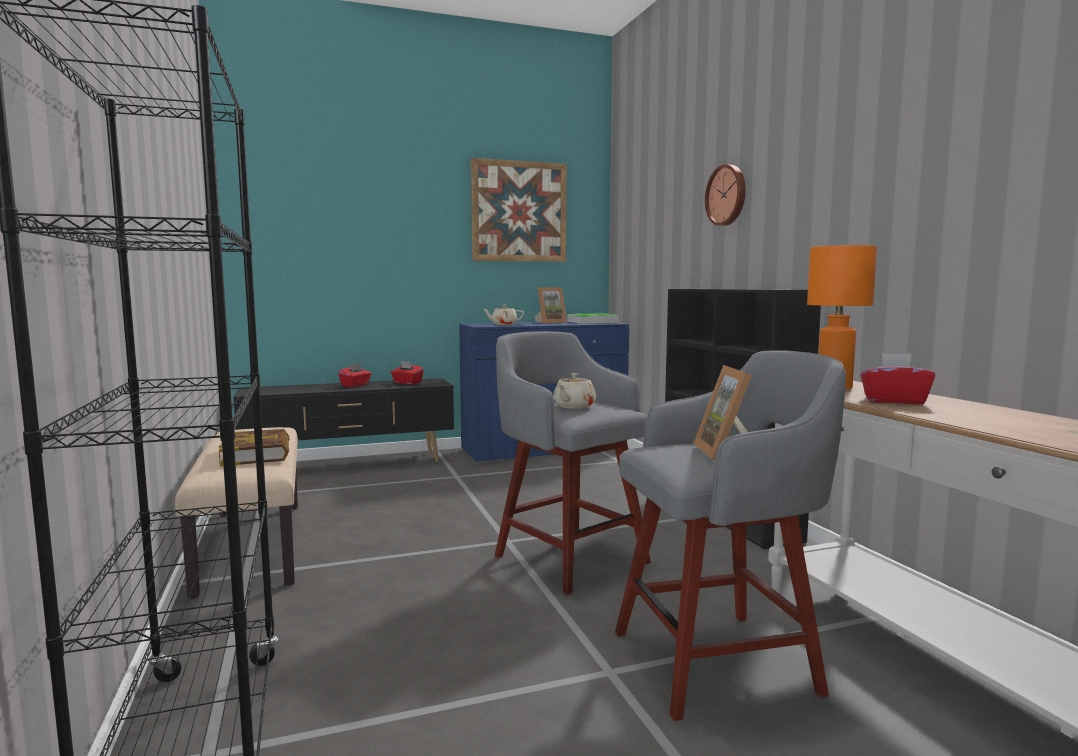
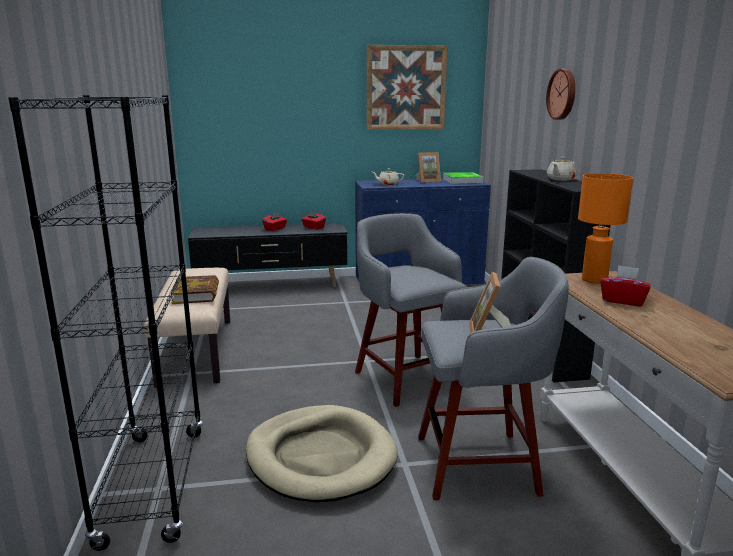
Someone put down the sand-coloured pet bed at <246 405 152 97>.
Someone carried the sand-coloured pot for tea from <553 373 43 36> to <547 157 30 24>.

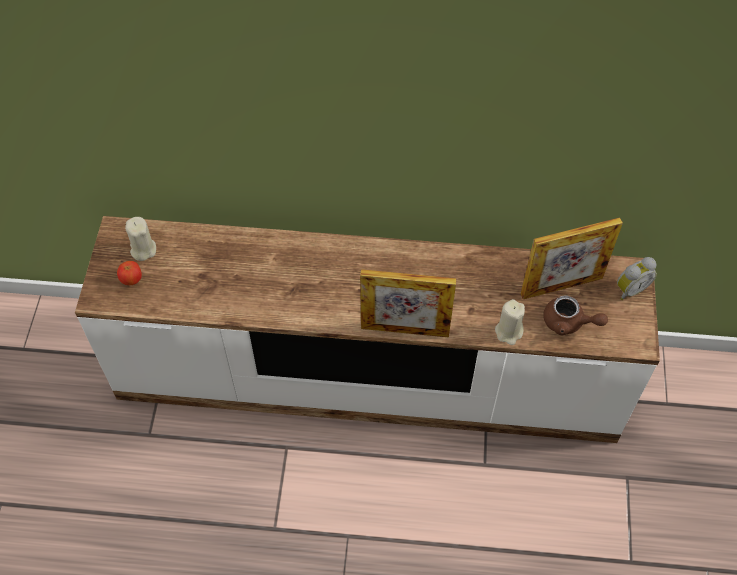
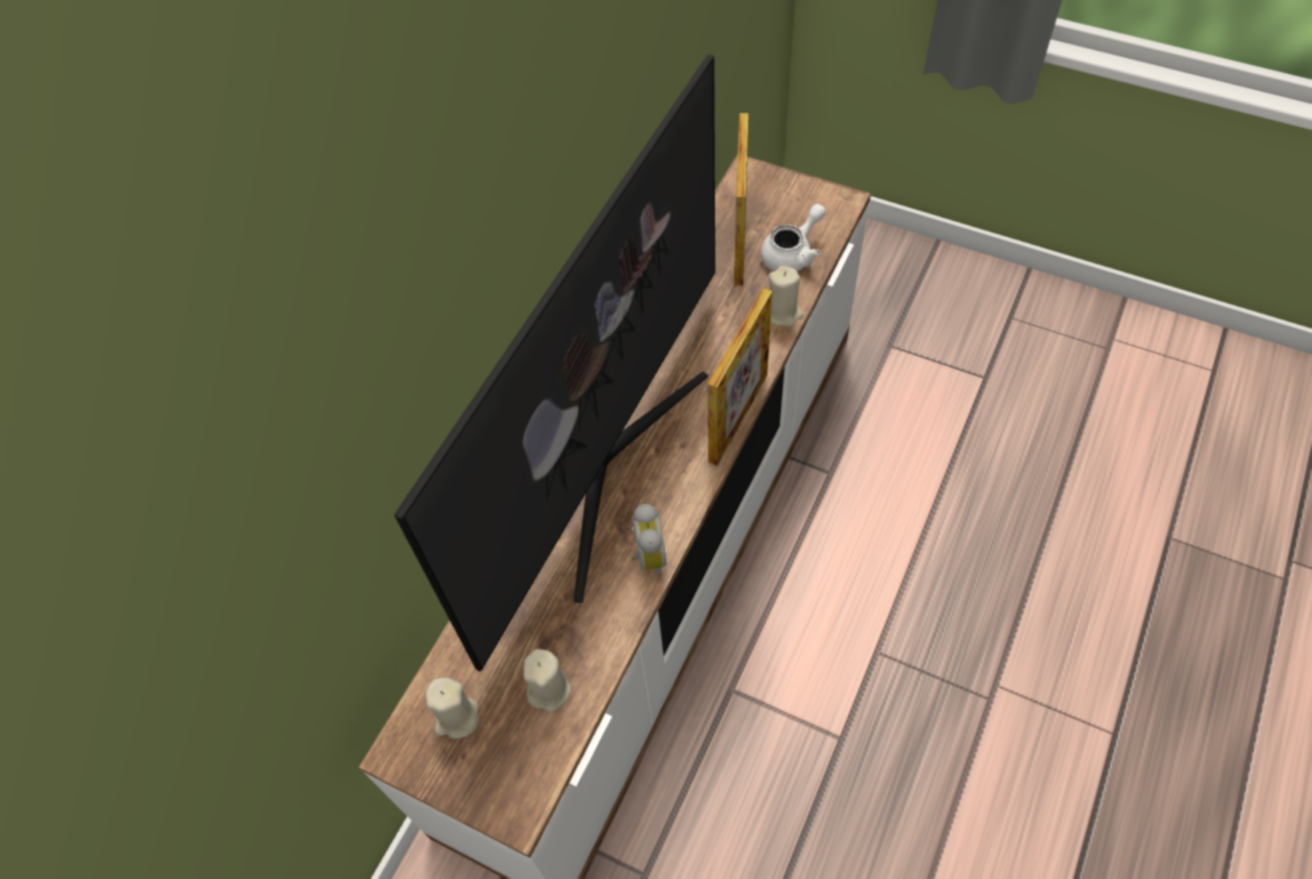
Someone took away the apple fruit at <117 261 25 24>.
Someone put down the television at <394 55 321 617>.
Someone put down the sand-coloured wax light at <524 649 47 63>.
Someone carried the alarm clock from <617 257 40 43> to <632 504 35 73>.
Someone repainted the brown pot for tea at <543 296 65 40>, which became the white pot for tea at <761 204 65 67>.

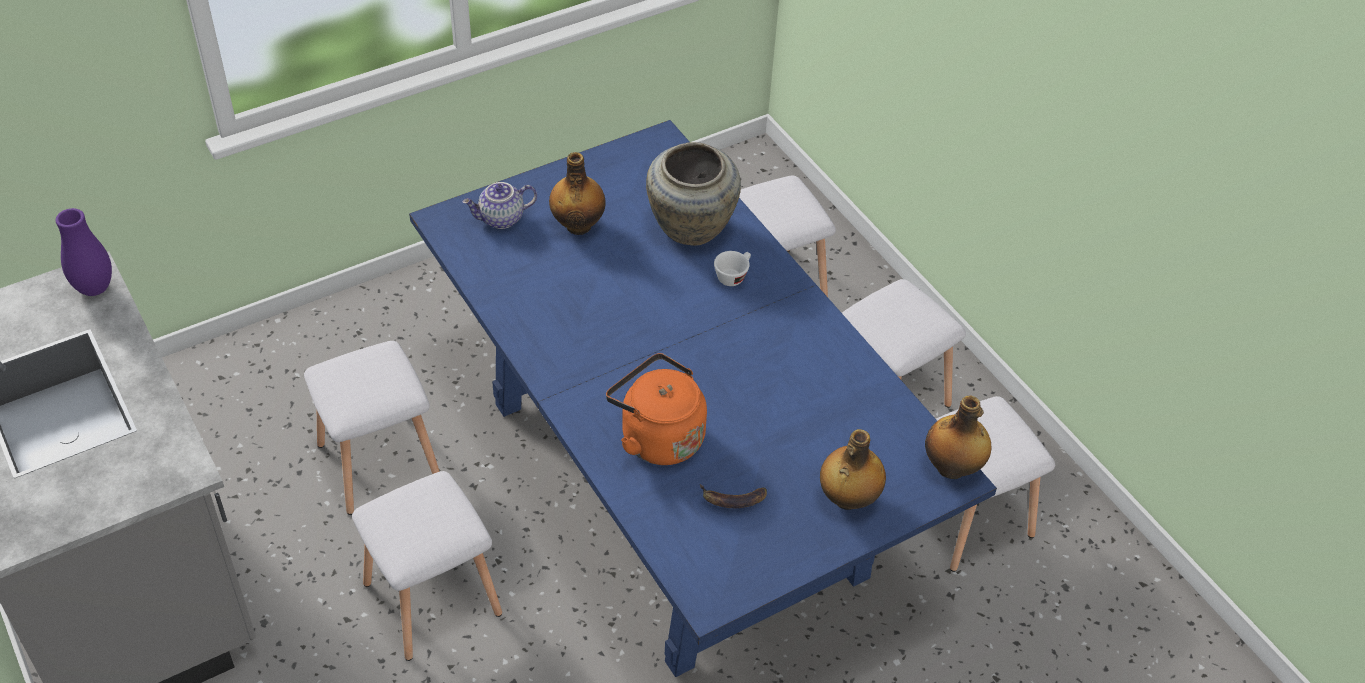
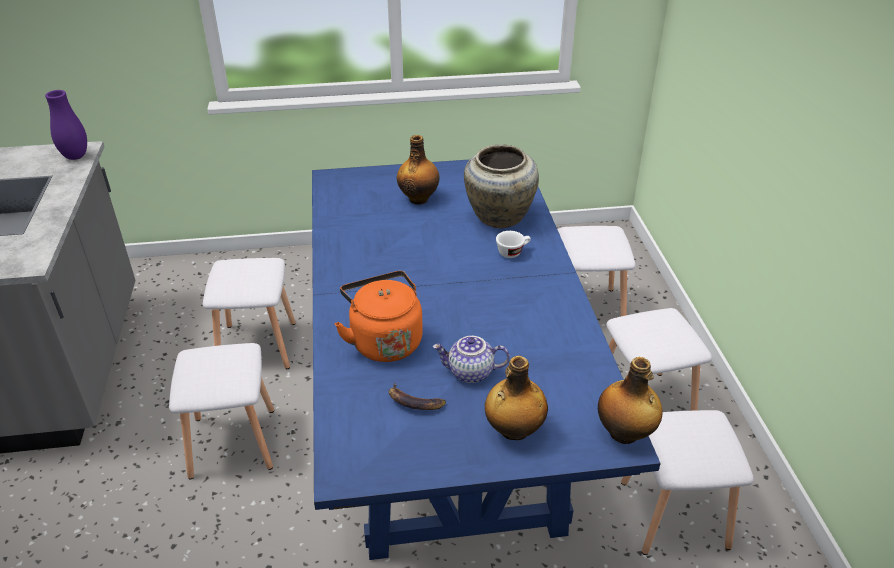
Someone carried the pot for tea from <462 182 75 47> to <432 336 78 47>.

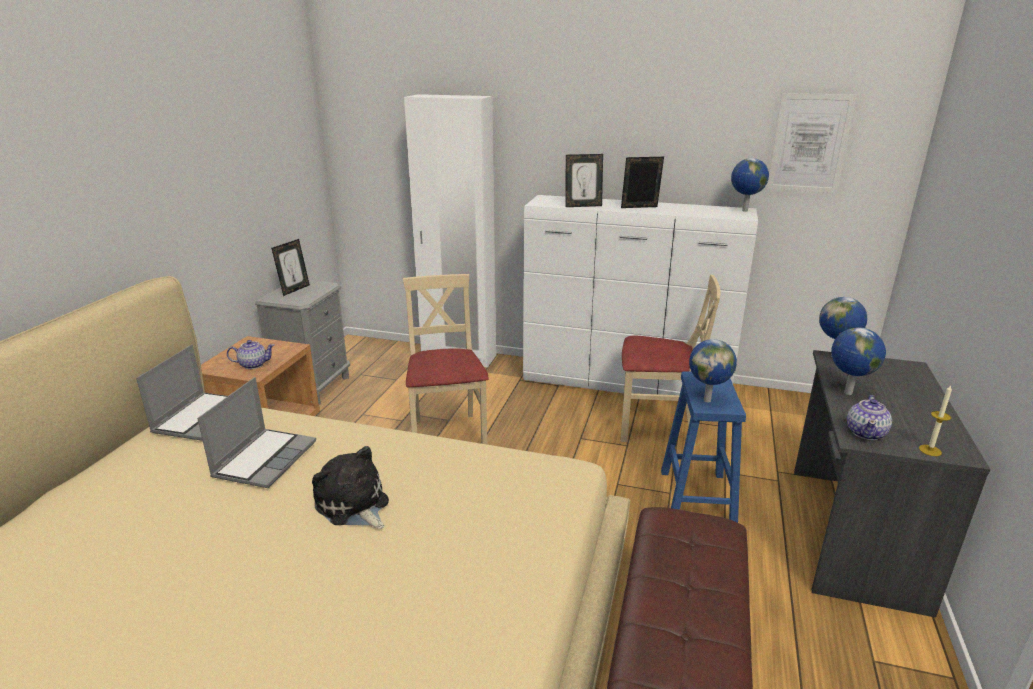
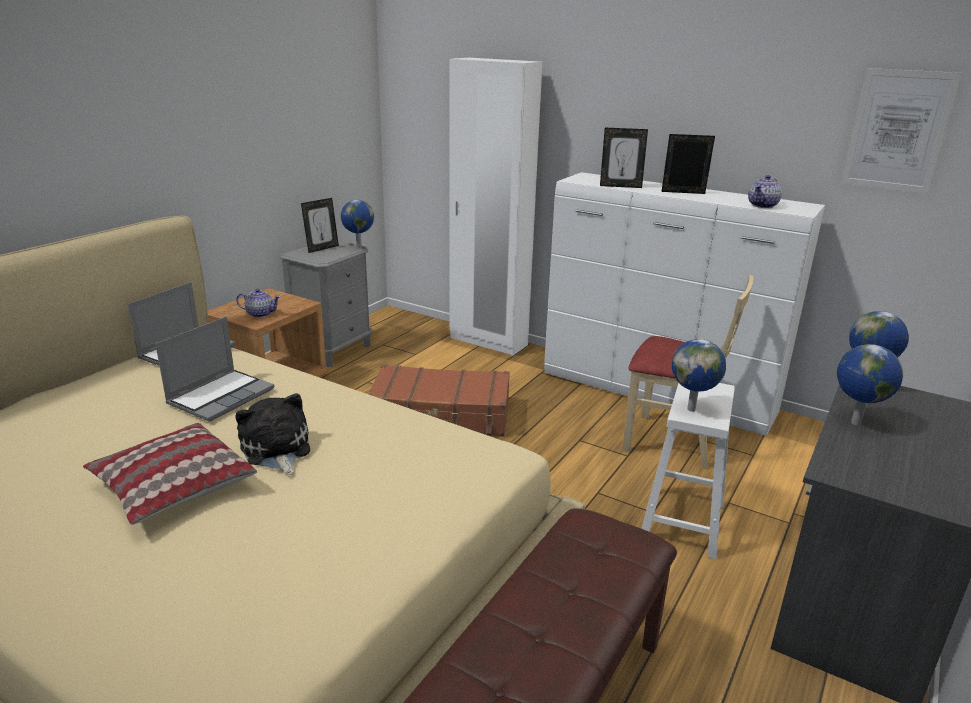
Someone took away the wax light at <919 385 33 71>.
Someone put down the pillow at <83 423 174 102>.
Someone carried the world globe from <731 158 38 54> to <341 200 33 48>.
Someone carried the pot for tea from <847 395 45 45> to <748 175 34 33>.
Someone swapped the sand-coloured plain chair at <403 274 86 170> for the brown suitcase at <369 364 141 73>.
Someone repainted the blue-coloured stool seat at <661 371 85 152>, which became the white stool seat at <641 383 94 176>.

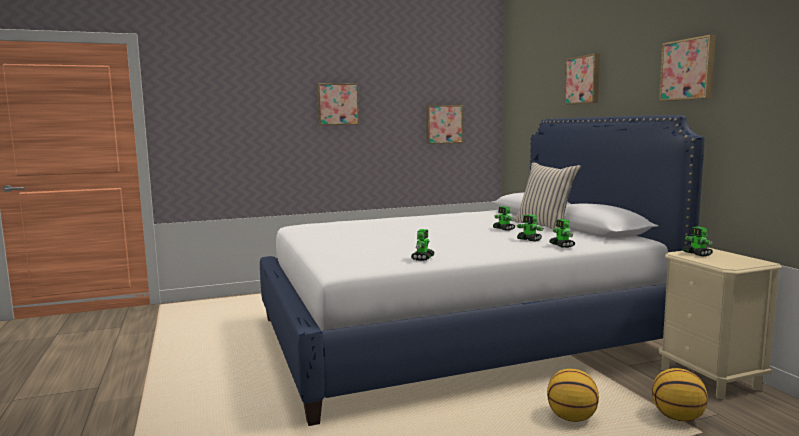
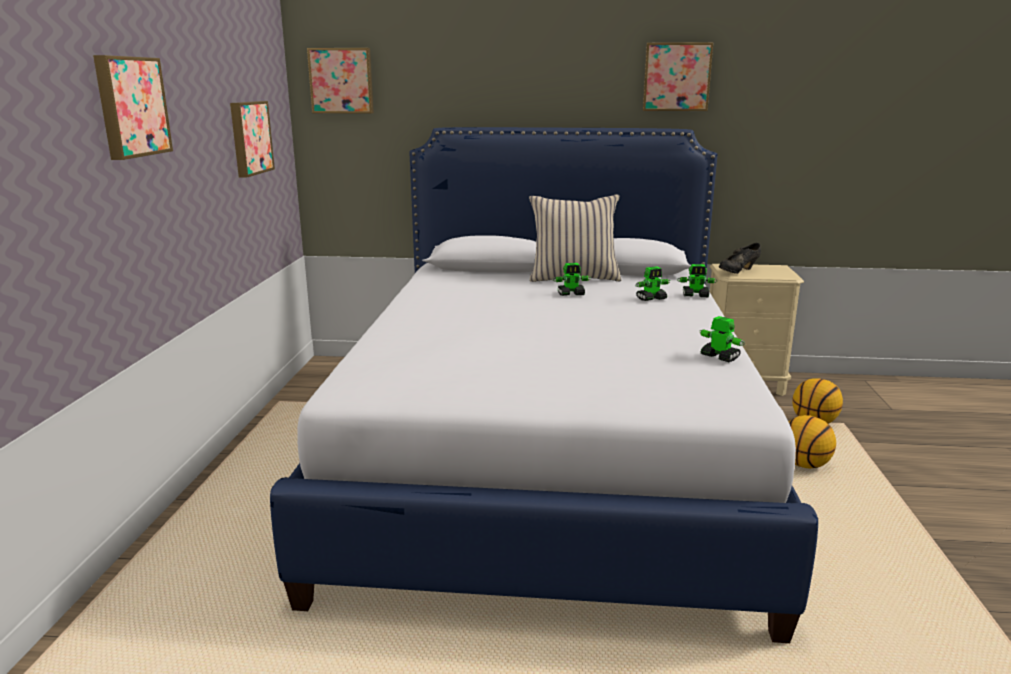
Someone carried the wall picture from <564 53 36 52> to <307 48 67 66>.
Someone swapped the robot figure at <683 226 30 31> for the black-coloured item of footwear at <719 243 42 31>.

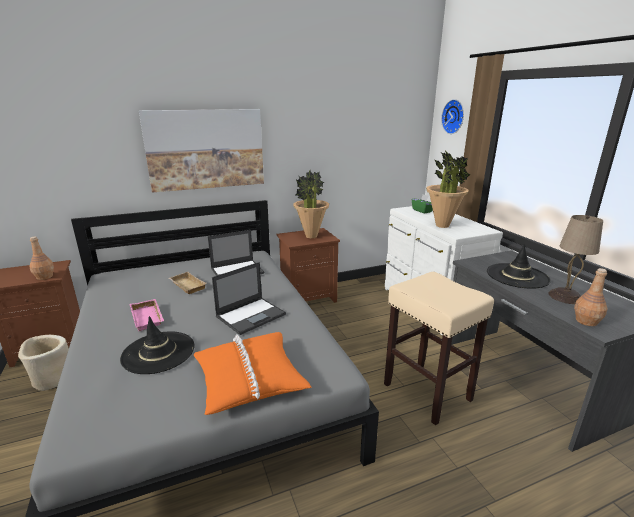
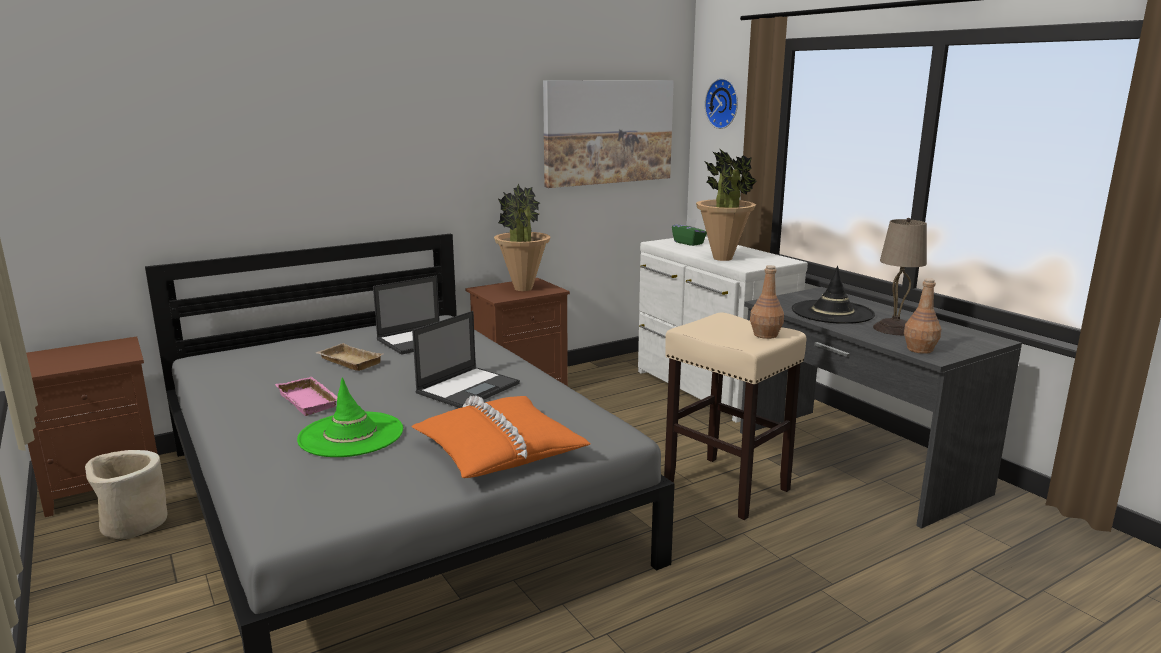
Someone carried the brown drink bottle from <29 236 25 44> to <750 265 34 74>.
Someone carried the wall picture from <139 109 125 83> to <543 80 131 108>.
Someone repainted the black-coloured hat at <120 316 75 58>, which became the greenish hat at <297 378 106 79>.

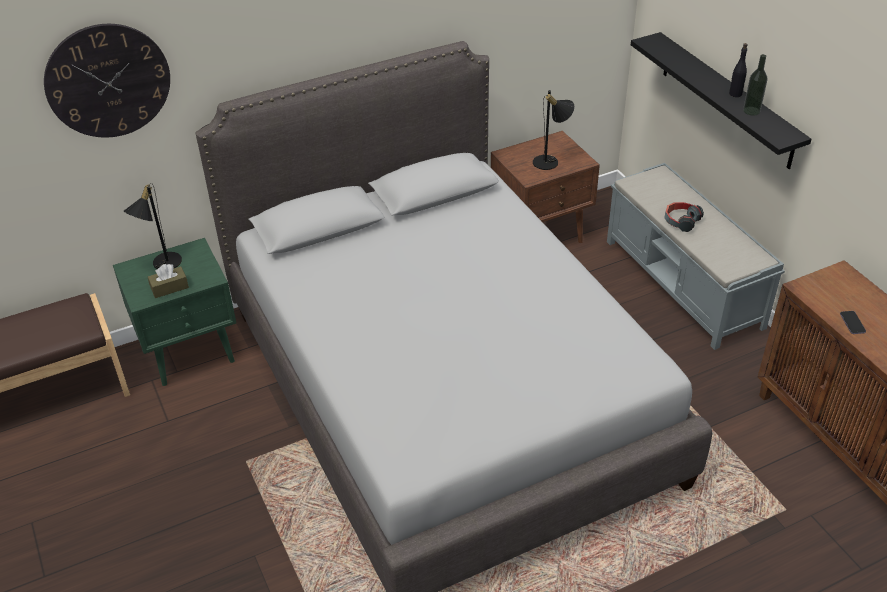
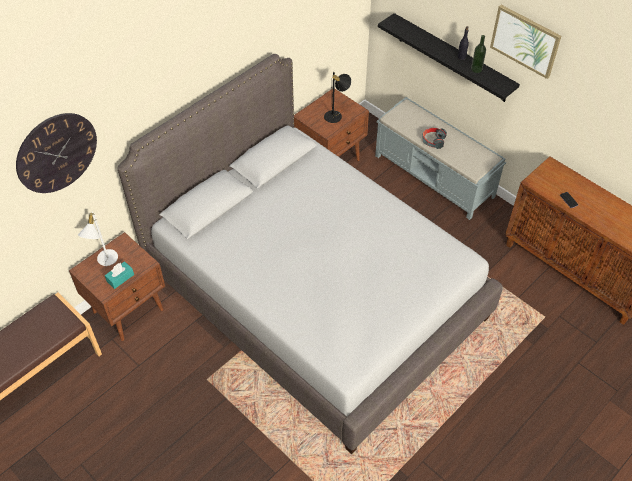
Someone put up the wall picture at <490 5 71 74>.
Someone repainted the greenish night table at <113 238 123 148>, which became the brown night table at <69 232 96 109>.
Someone repainted the black-coloured lamp for a table at <124 183 58 86>, which became the white lamp for a table at <78 211 40 55>.
Someone repainted the brown box of tissues at <148 264 41 34>, which became the turquoise box of tissues at <105 261 29 28>.

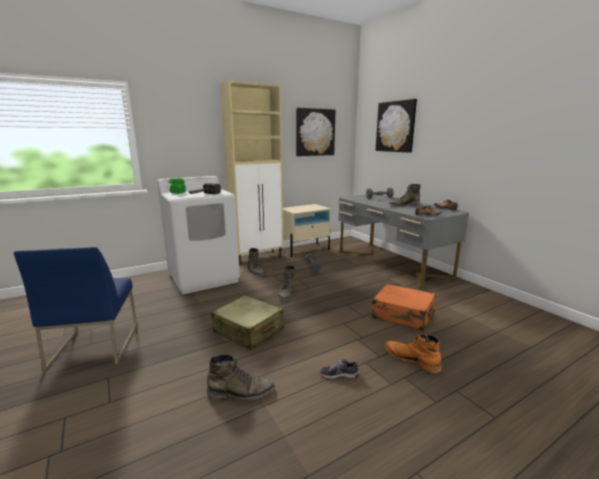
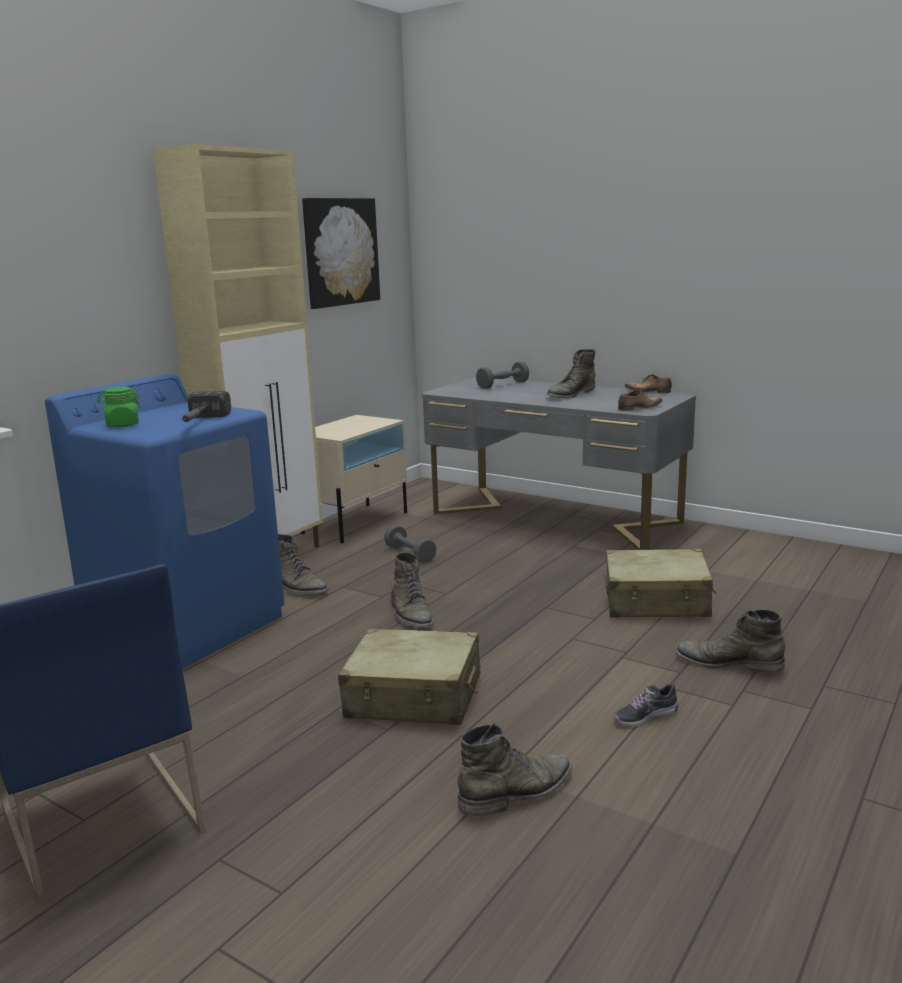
Someone took away the wall picture at <376 99 41 54>.
Someone repainted the white washing machine at <157 176 83 118>, which became the blue-coloured washing machine at <45 374 239 295>.
Someone repainted the orange-coloured suitcase at <372 284 64 47>, which became the sand-coloured suitcase at <605 549 112 68>.
Someone repainted the orange-coloured high-top boot at <385 334 56 39>, which became the greenish high-top boot at <675 609 110 64>.

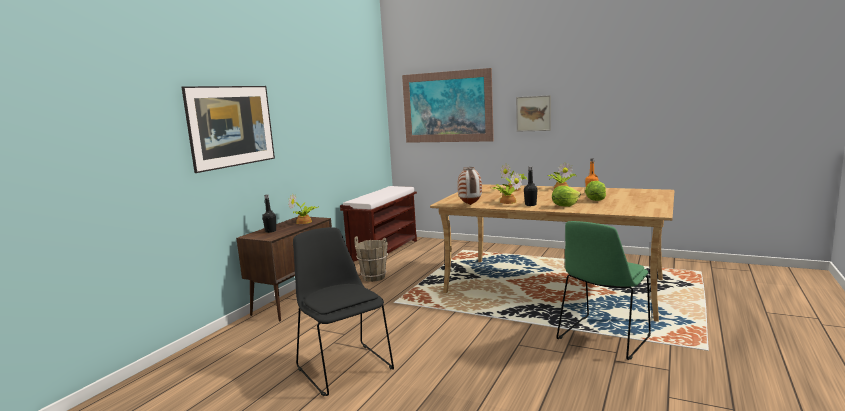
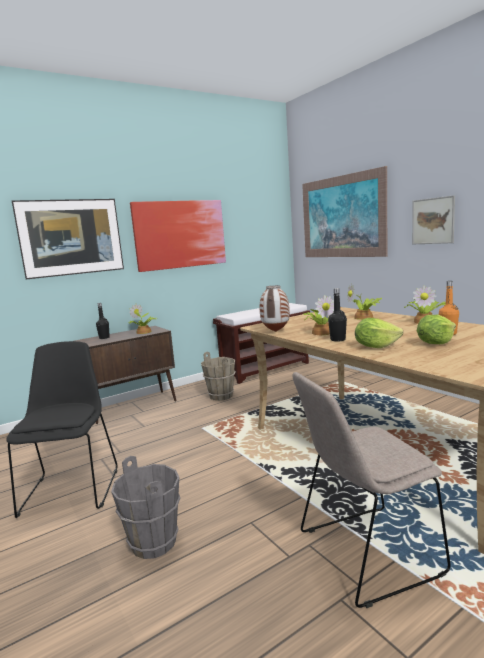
Someone put down the greyish water bucket at <111 456 69 103>.
Someone put up the wall picture at <130 200 96 72>.
Someone repainted the greenish plain chair at <557 221 94 139>, which became the sand-coloured plain chair at <292 372 159 236>.

